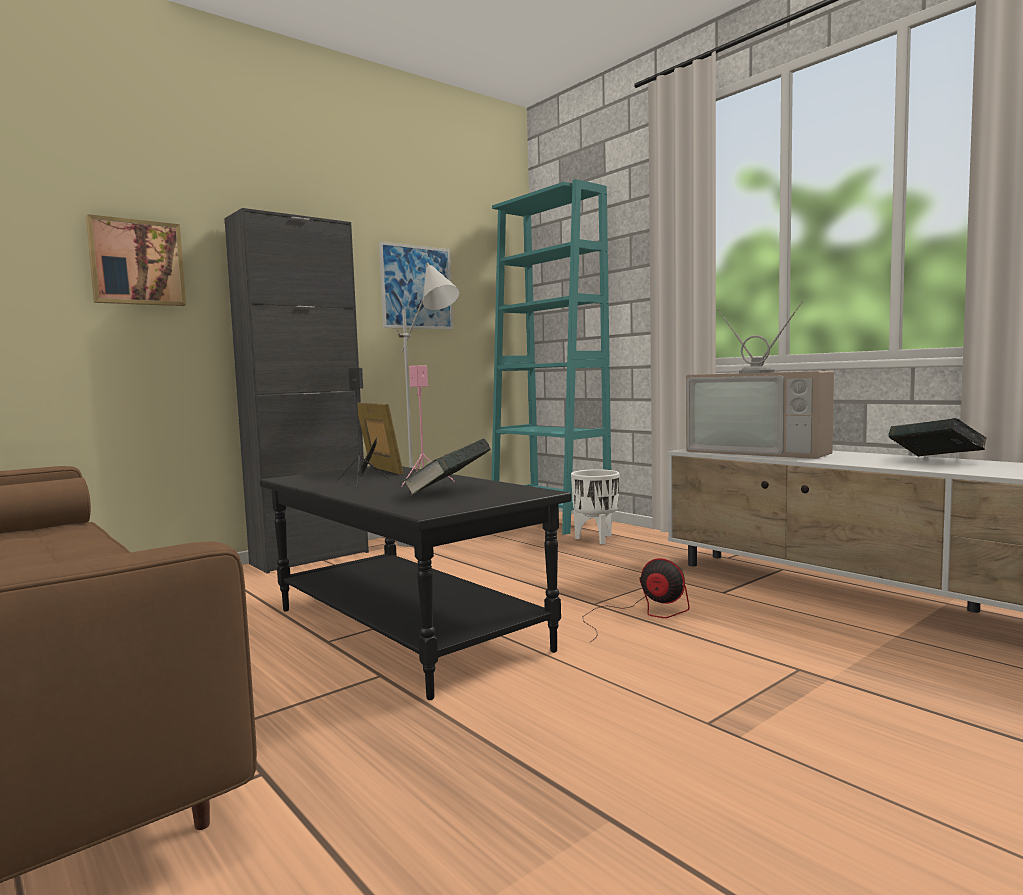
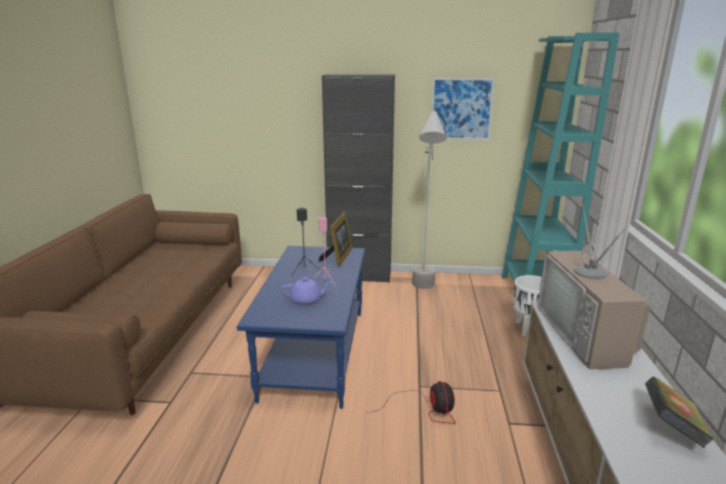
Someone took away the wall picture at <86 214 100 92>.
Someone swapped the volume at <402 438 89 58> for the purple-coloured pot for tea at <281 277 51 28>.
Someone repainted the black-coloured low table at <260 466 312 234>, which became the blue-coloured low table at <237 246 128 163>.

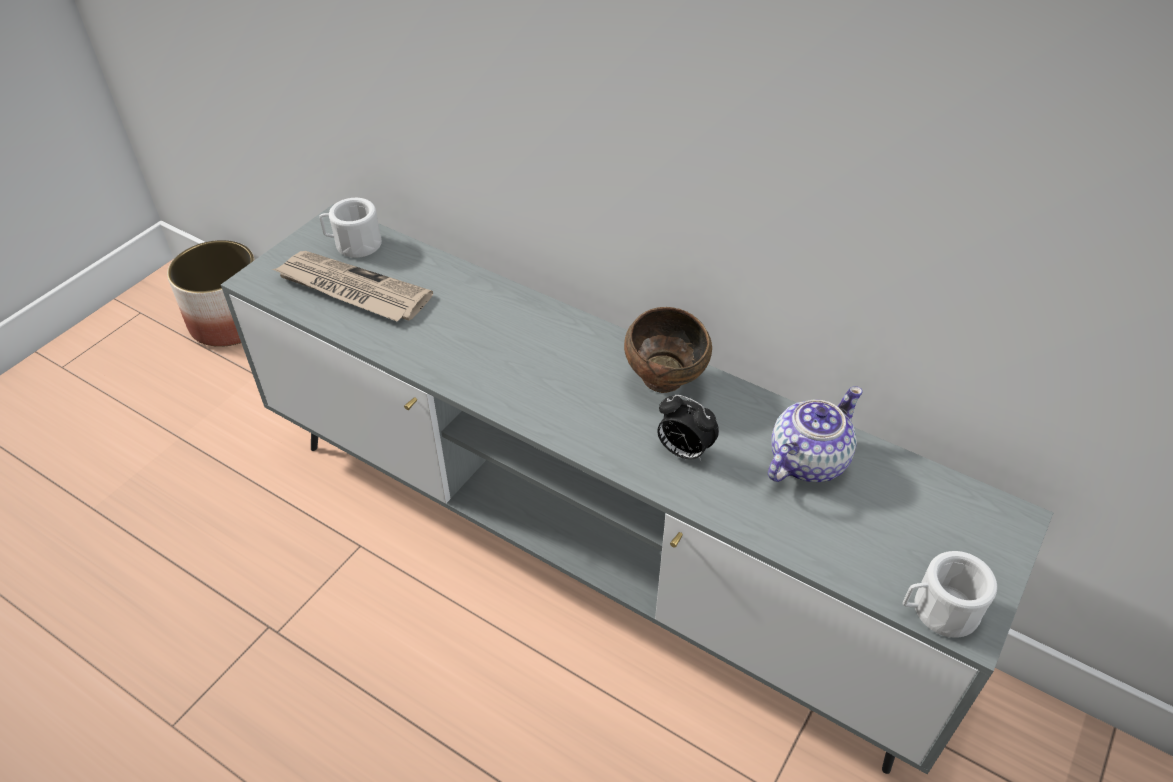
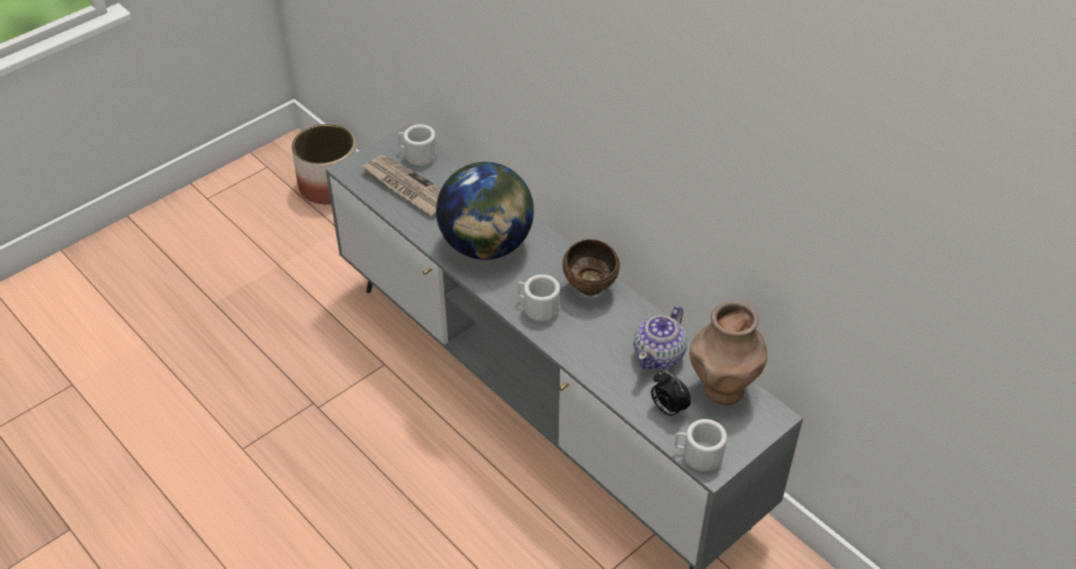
Someone put down the world globe at <436 162 98 98>.
Someone put down the white tea mug at <518 274 42 47>.
Someone put down the brown flower vase at <689 301 78 104>.
Someone carried the alarm clock from <657 395 62 67> to <651 371 40 47>.
Someone rotated the pot for tea at <768 386 95 96> by 150 degrees clockwise.

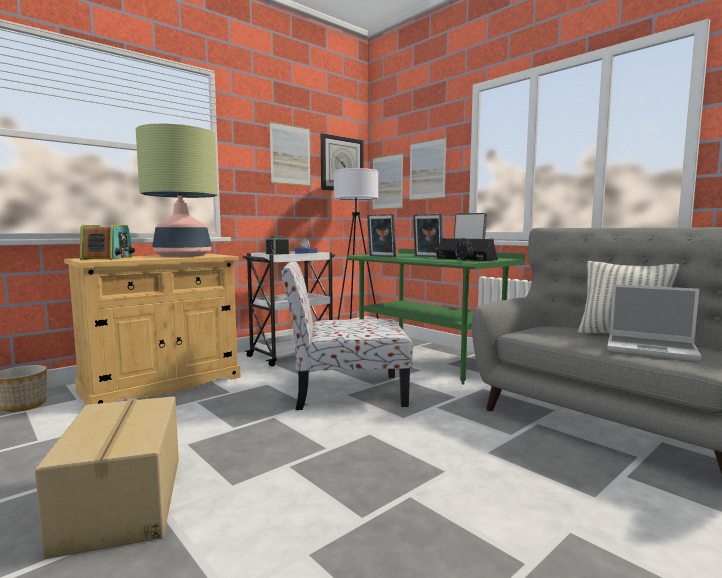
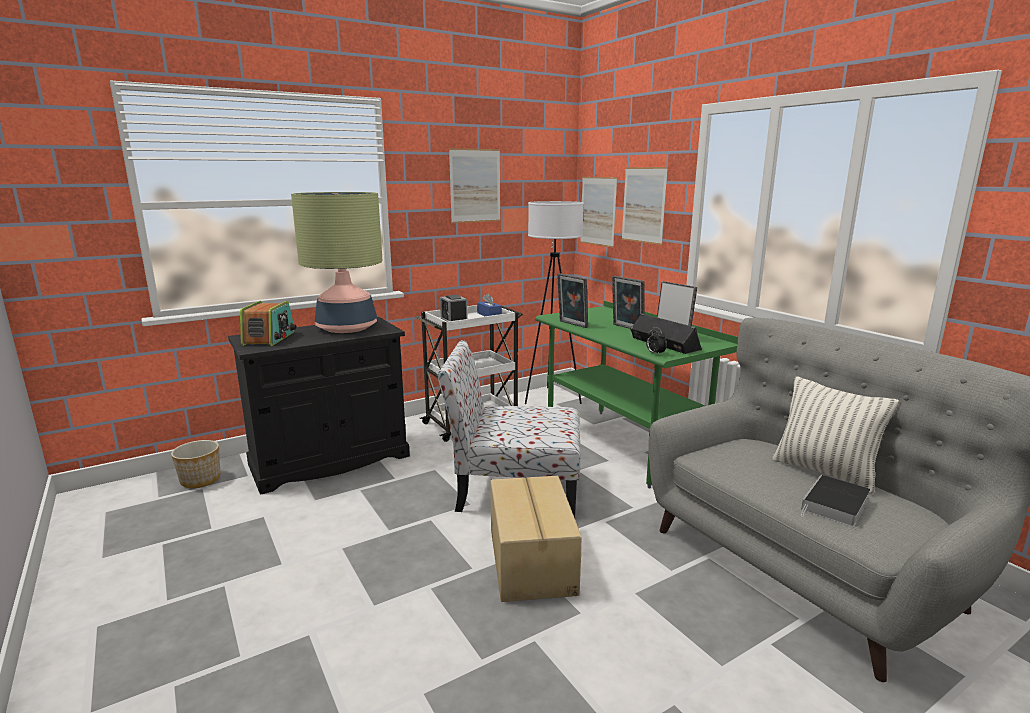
Someone took away the hanging clock at <321 133 43 58>.
Someone carried the packing box from <35 396 144 163> to <490 476 92 126>.
Someone swapped the laptop at <607 284 95 77> for the volume at <801 475 70 52>.
Someone repainted the sand-coloured storage cabinet at <64 254 177 151>, which became the black-coloured storage cabinet at <228 317 182 178>.

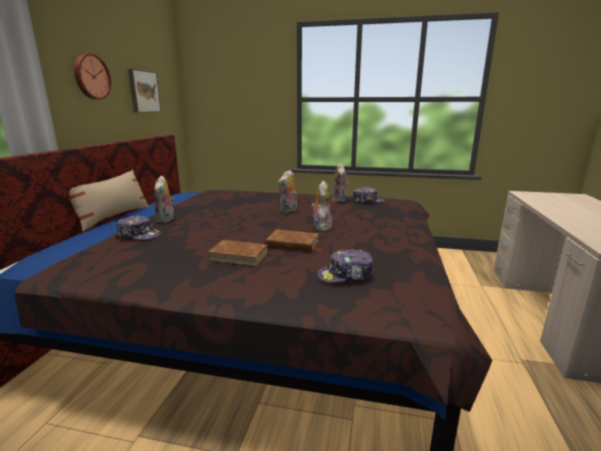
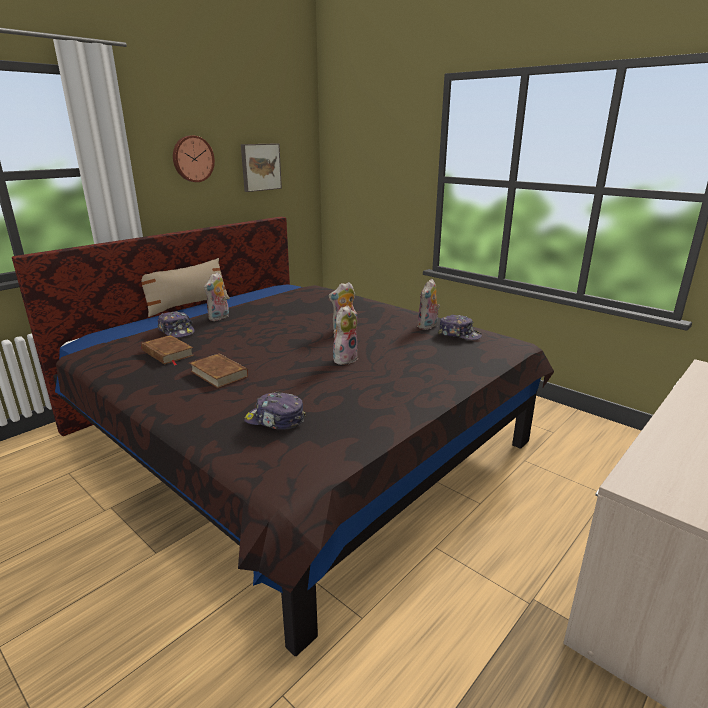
Someone carried the brown volume from <265 230 58 22> to <141 335 53 30>.

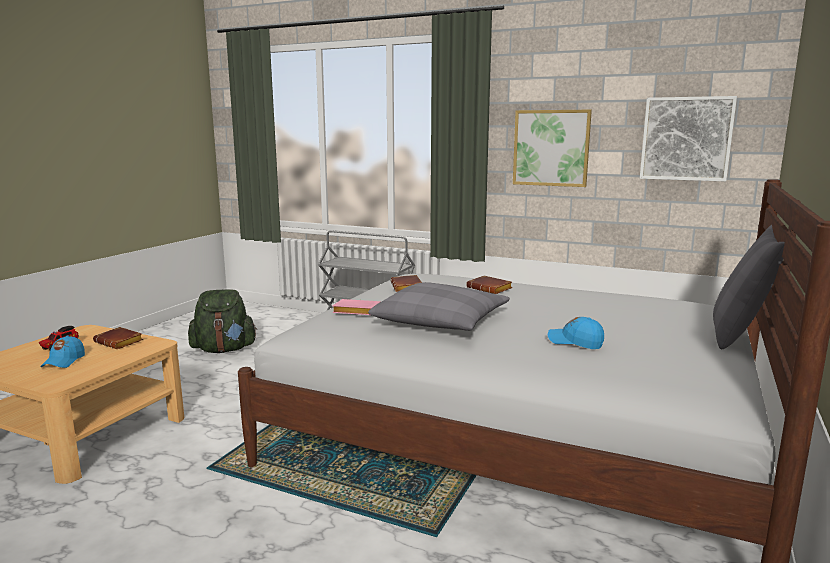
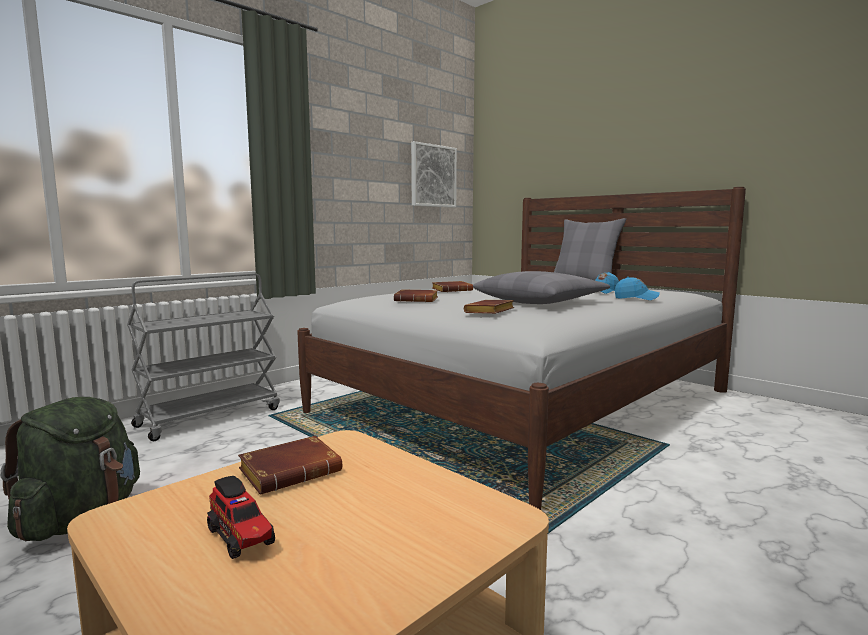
Someone took away the wall picture at <513 110 79 77>.
Someone carried the blue-coloured peaked cap from <40 336 45 32> to <615 277 45 23>.
Someone repainted the pinkish volume at <332 299 49 16>, which became the brown volume at <464 300 50 14>.

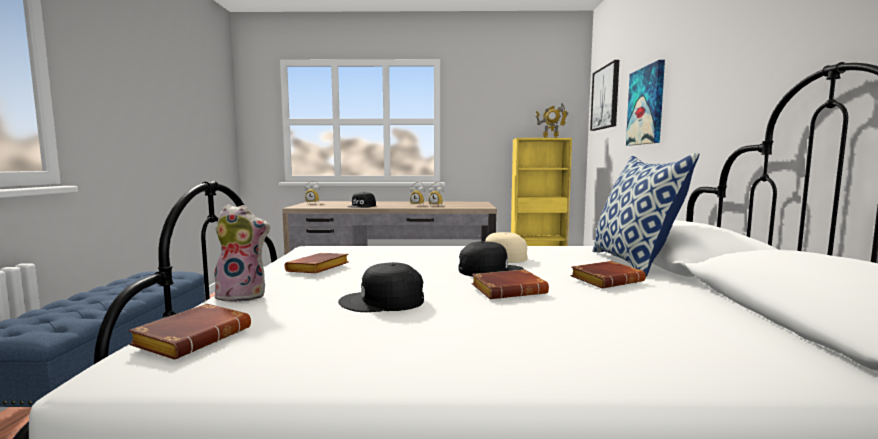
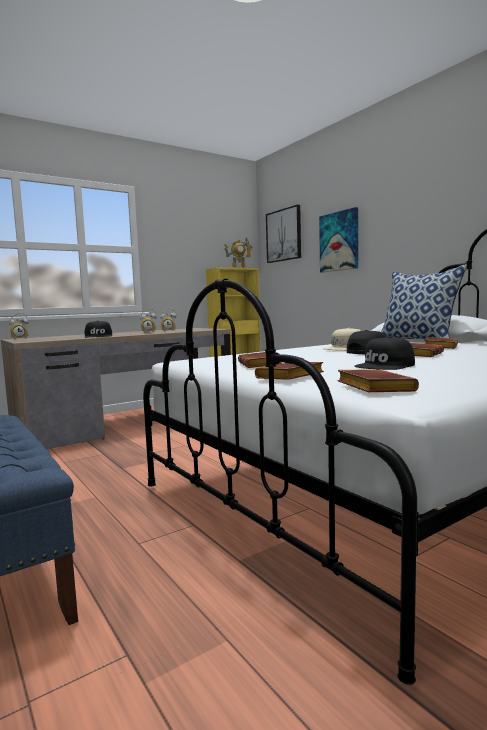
Someone swapped the cuddly toy at <210 204 60 98> for the brown volume at <255 362 69 18>.

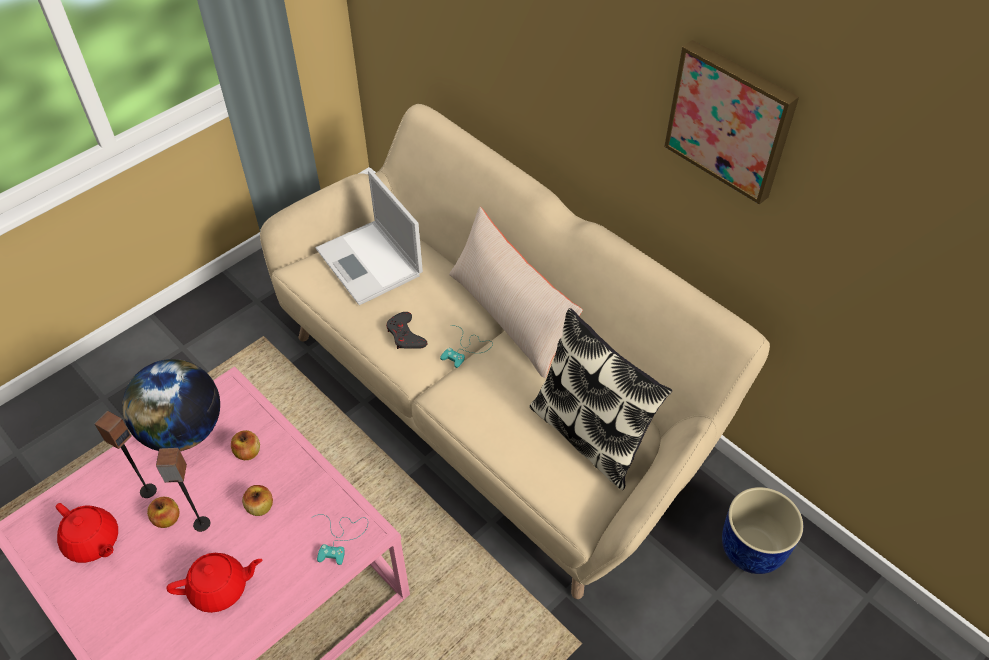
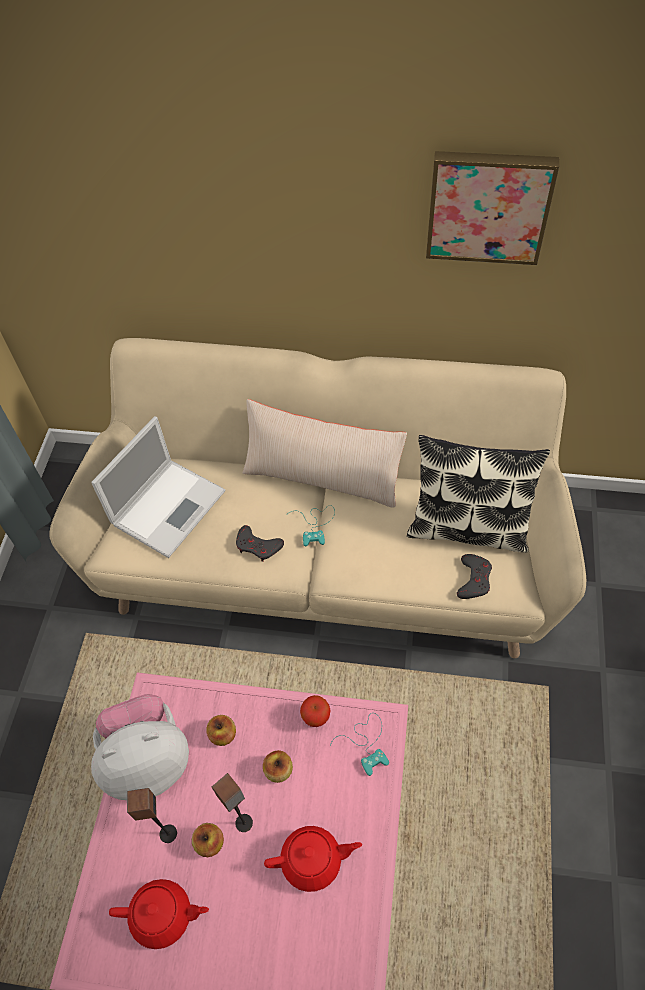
Someone took away the blue-coloured planter at <722 487 81 87>.
Someone put down the apple fruit at <300 695 31 32>.
Someone put down the greyish gamepad at <457 554 35 45>.
Someone swapped the world globe at <122 359 98 92> for the cuddly toy at <91 694 98 106>.
Someone rotated the reddish pot for tea at <167 553 95 60> by 45 degrees clockwise.
Someone rotated the laptop at <316 170 107 135> by 75 degrees counterclockwise.

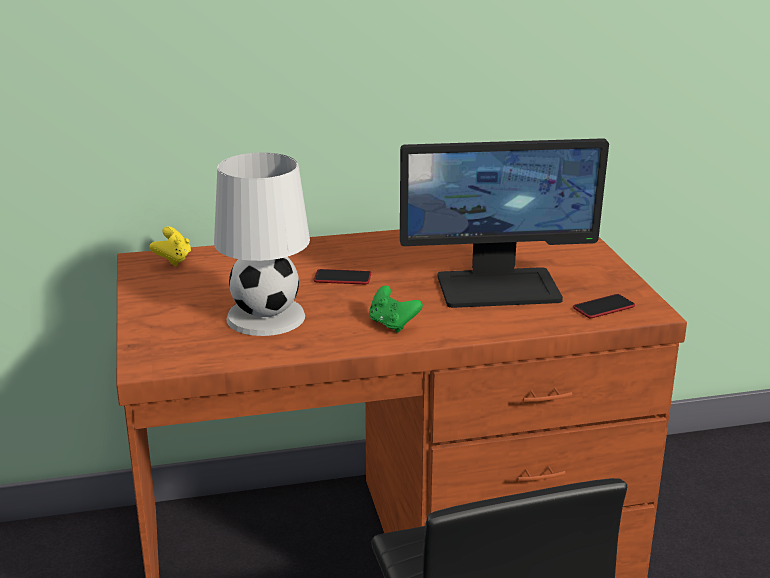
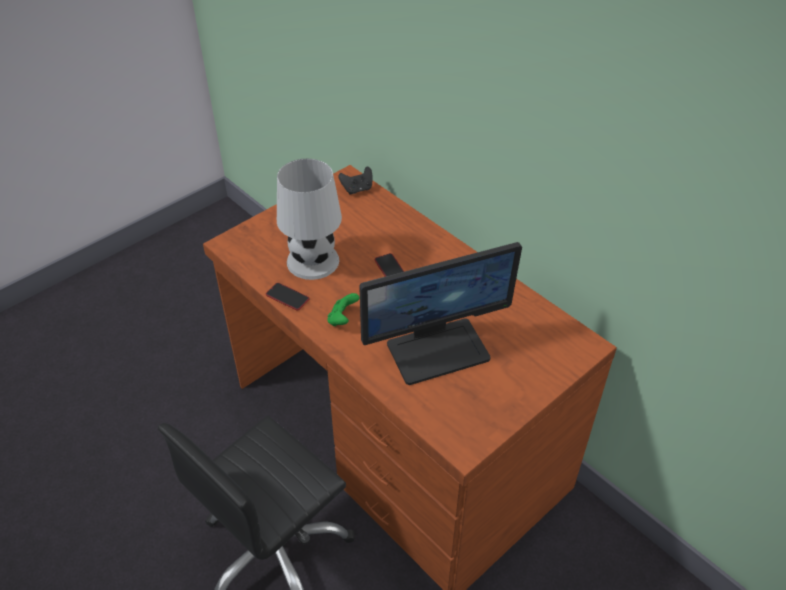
Someone carried the handset from <573 294 62 24> to <266 283 43 28>.
Someone repainted the yellow gamepad at <150 227 41 40>, which became the black-coloured gamepad at <338 166 35 29>.
Someone rotated the computer screen at <400 138 209 170> by 75 degrees counterclockwise.

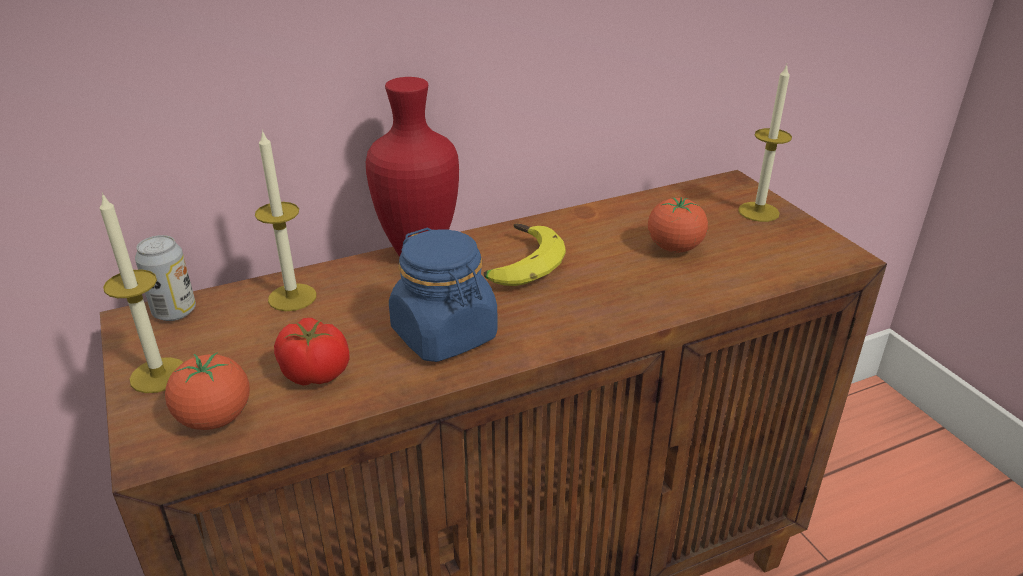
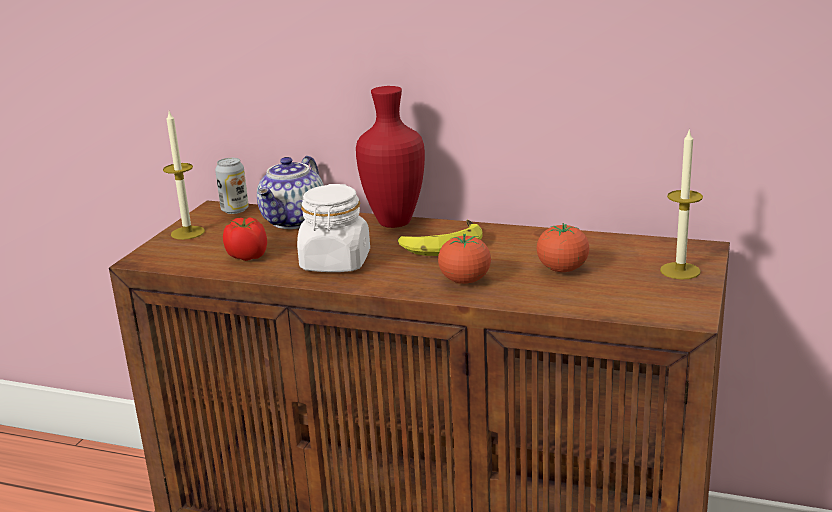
Someone carried the whole tomato from <165 352 85 78> to <438 233 53 51>.
Someone swapped the wax light at <255 130 62 181> for the pot for tea at <257 156 67 73>.
Someone repainted the blue-coloured jar at <389 228 109 134>, which became the white jar at <297 184 73 88>.

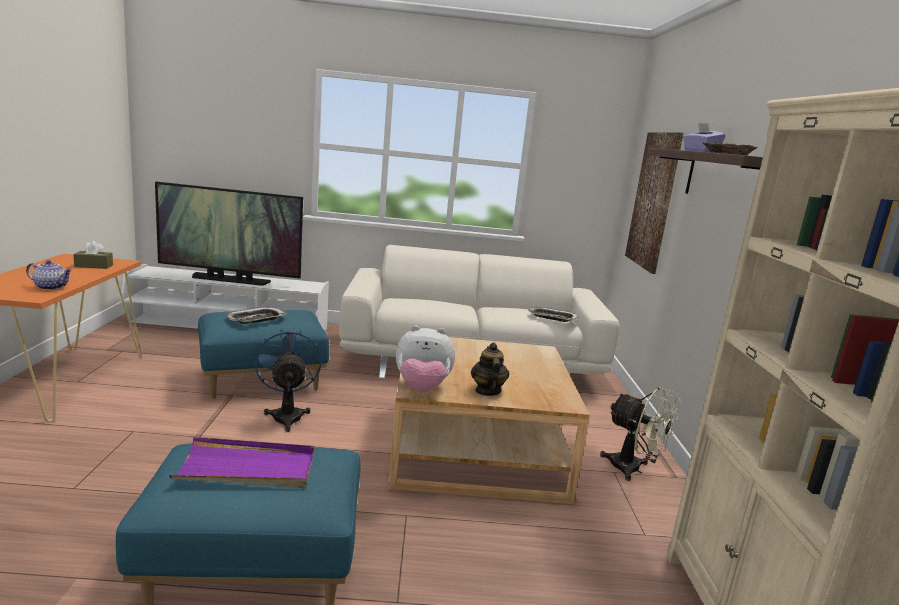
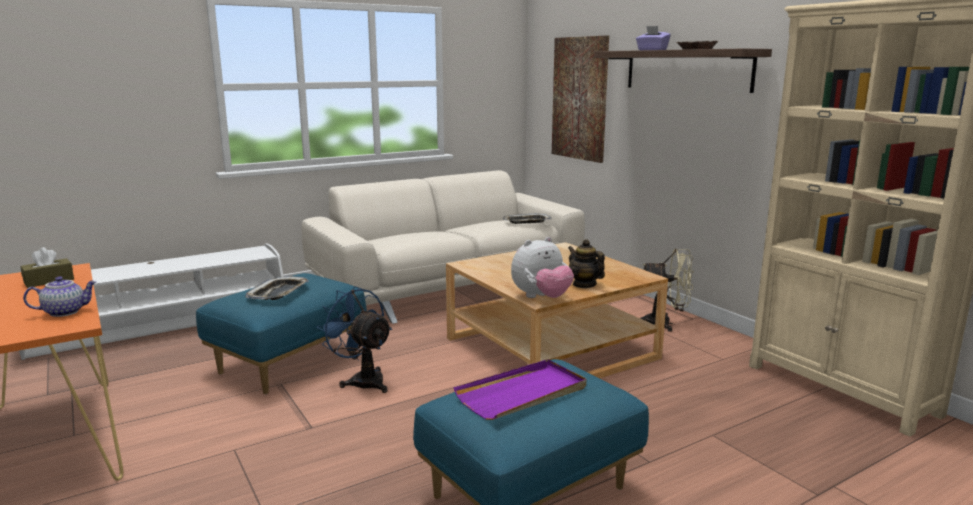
Someone took away the television at <155 182 148 104>.

